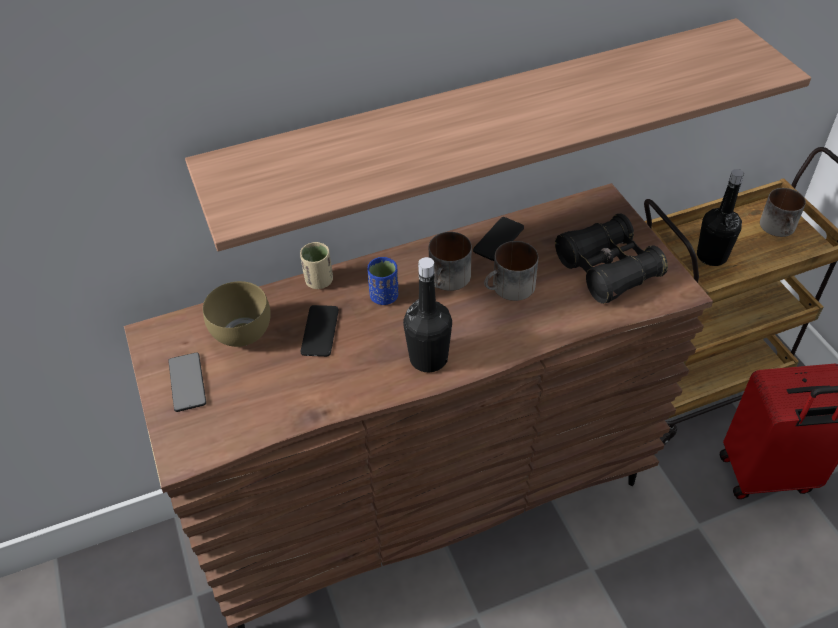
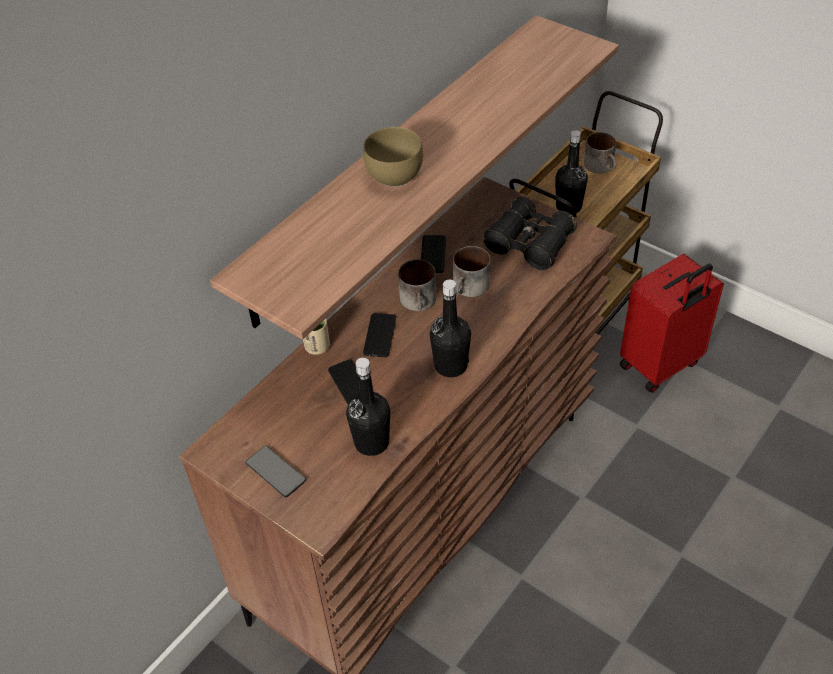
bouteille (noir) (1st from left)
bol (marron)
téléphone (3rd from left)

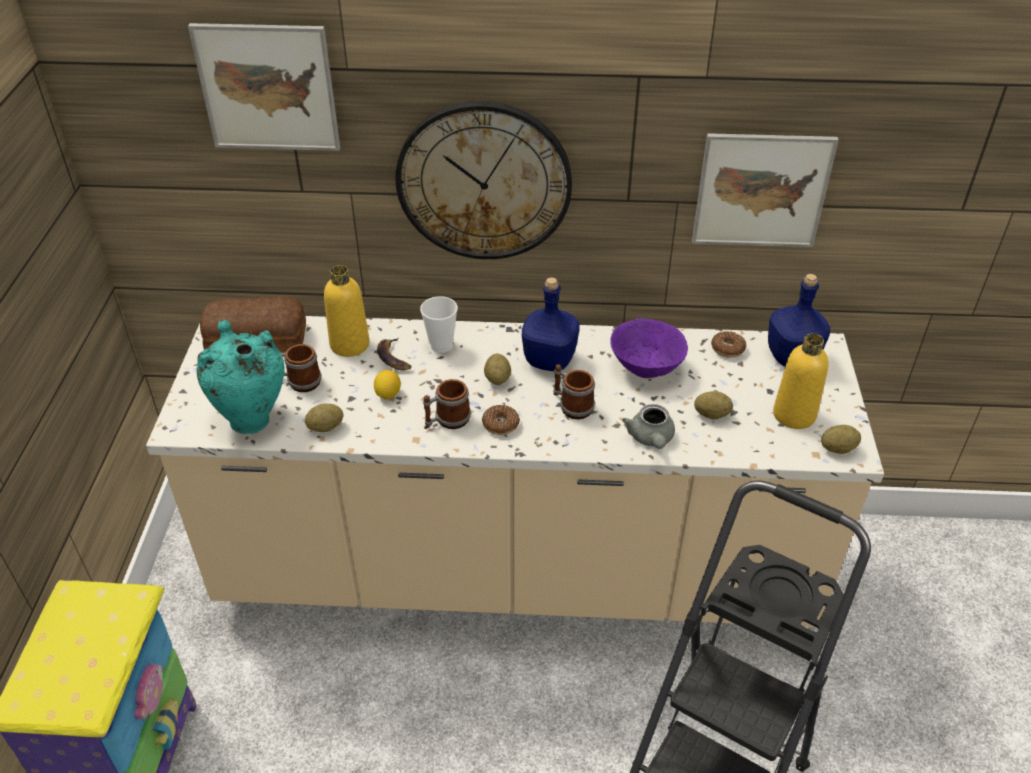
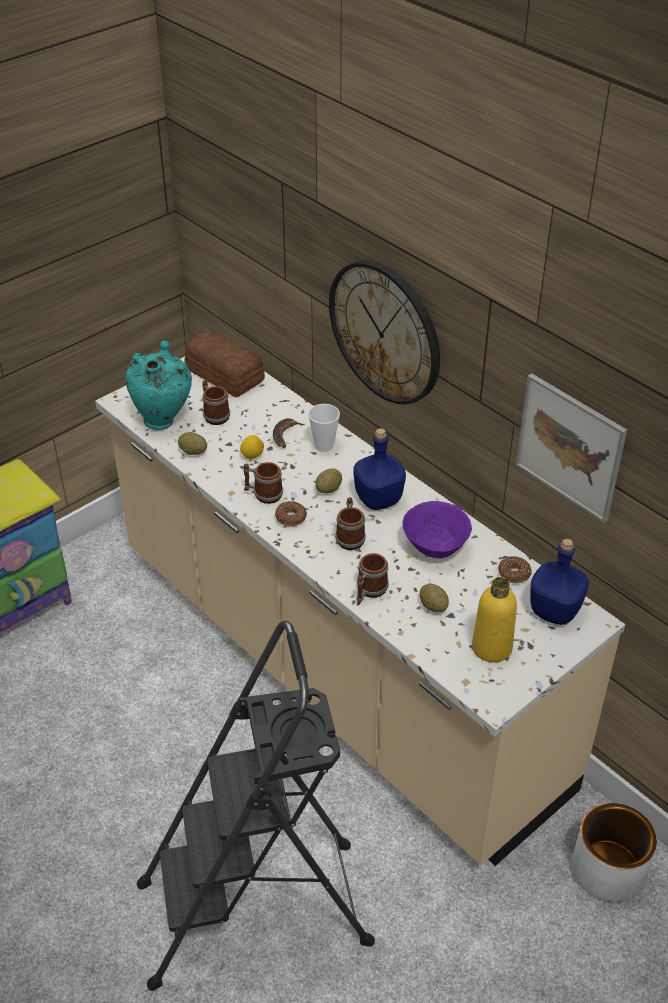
tableau (1st from left in the first image)
bouteille (jaune) (1st from left in the first image)
pomme de terre (4th from left in the first image)
cache-pot (blanc)
mug (4th from left)

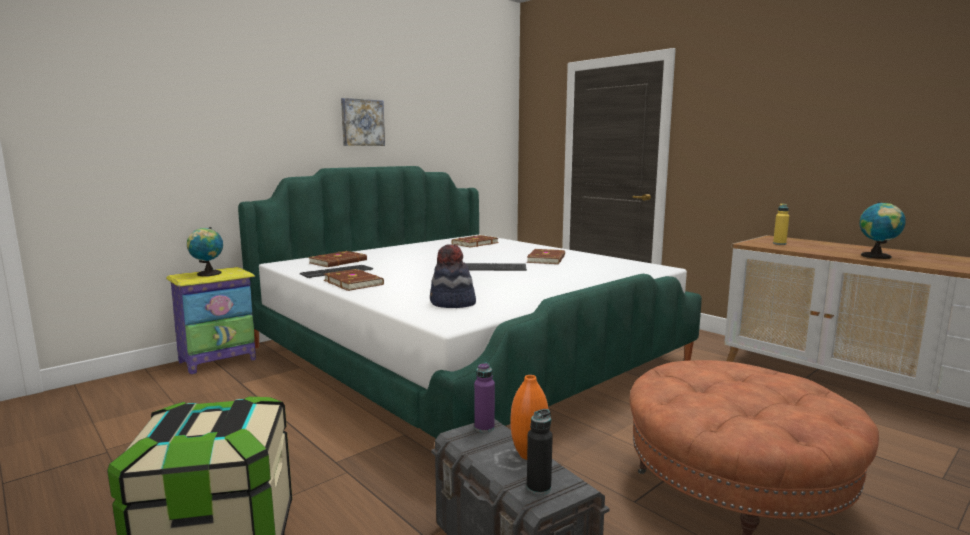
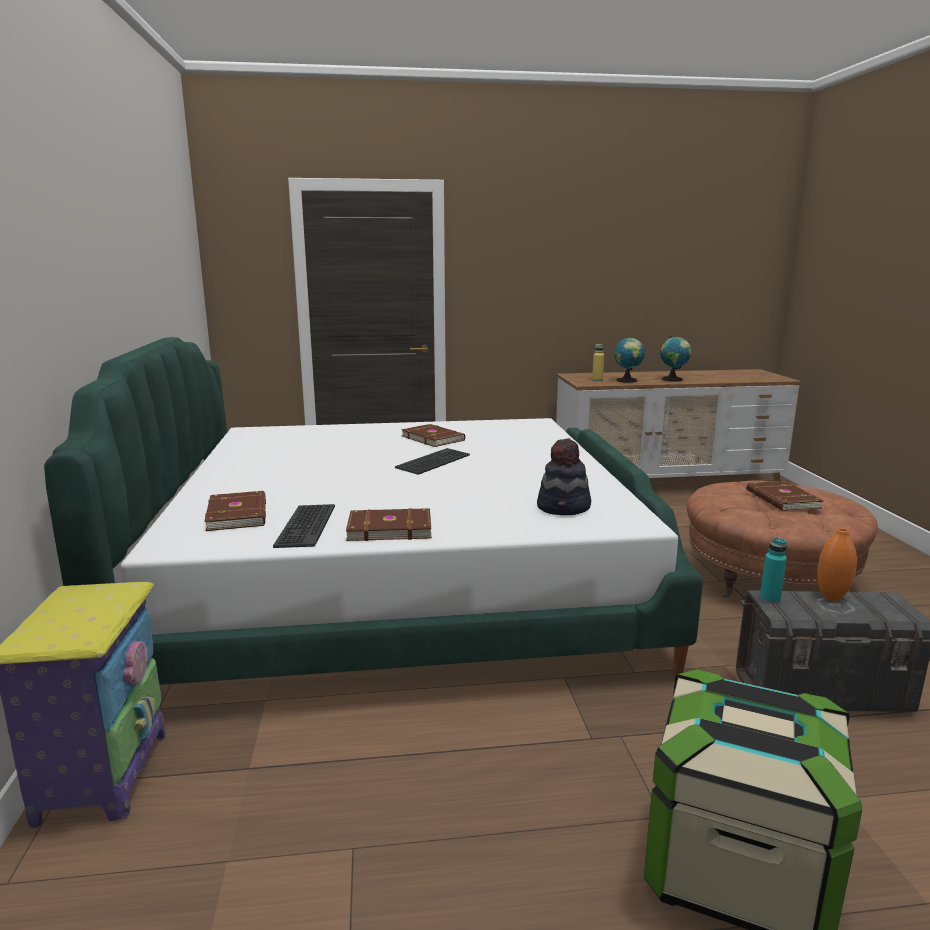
tableau
bouteille (noir)
globe (1st from left)
livre (marron) (4th from left)
bouteille (turquoise)

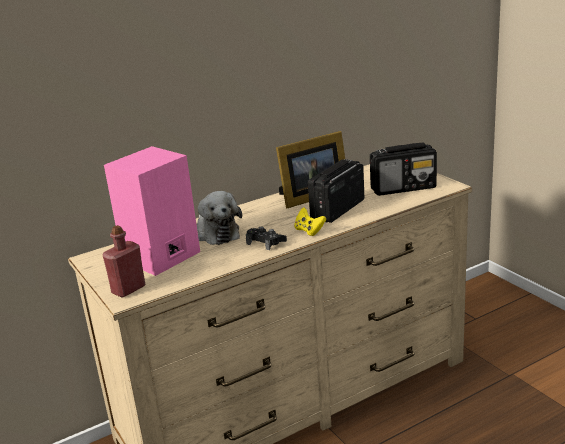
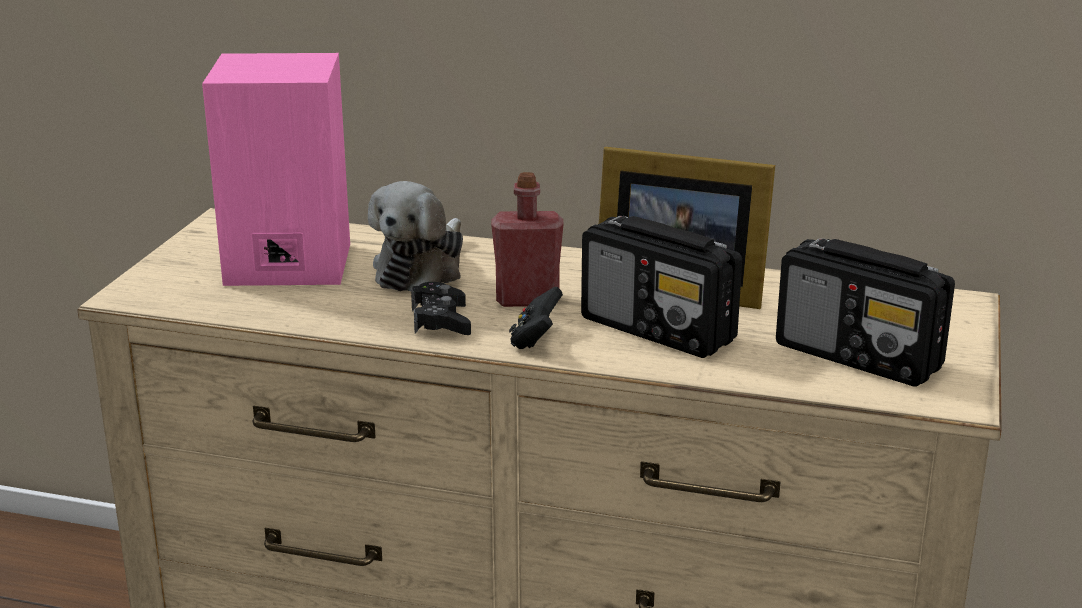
bouteille (rouge)
manette (noir) (2nd from left)
radio (1st from left)

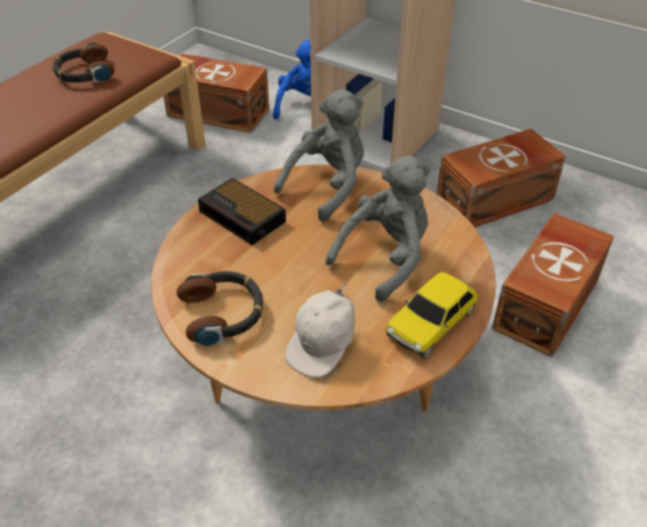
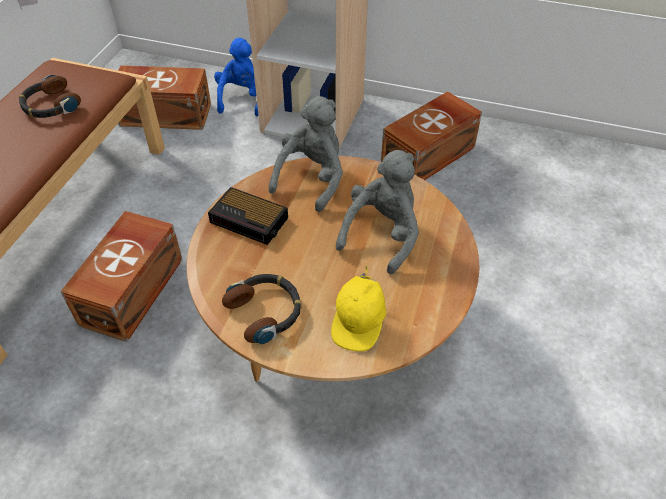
petite voiture
boîte de rangement (marron) (1st from left)
casquette (jaune)

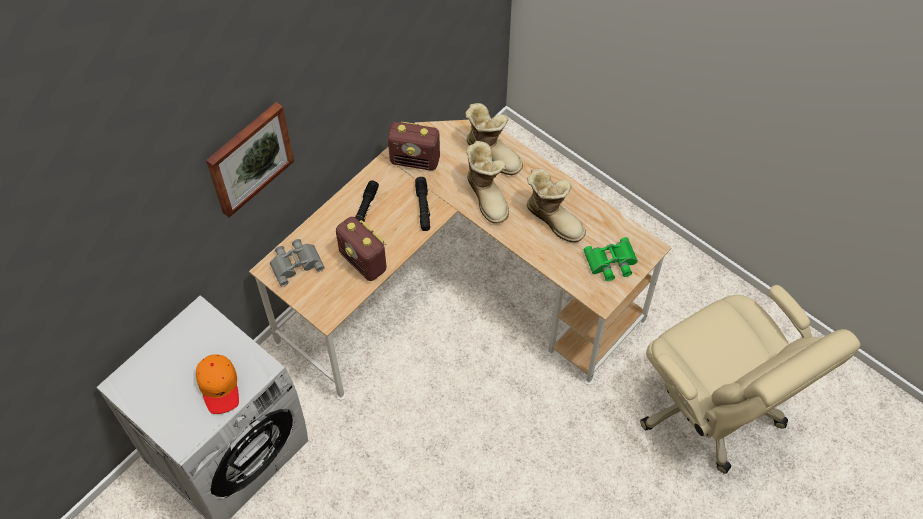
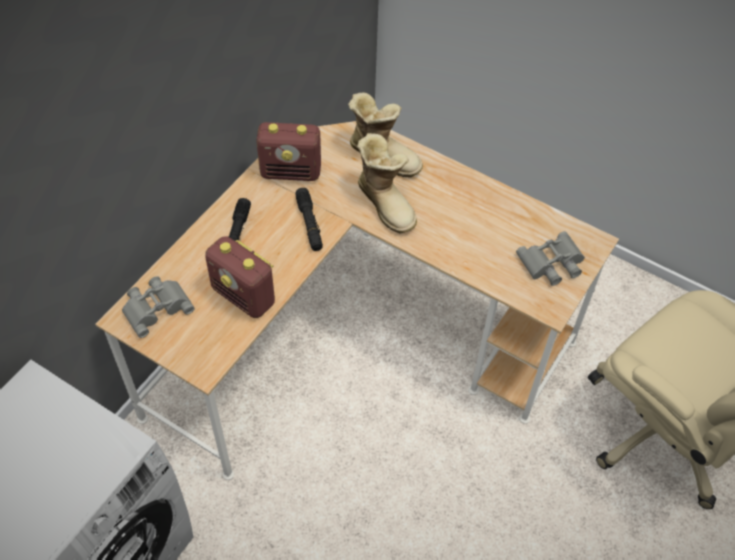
casquette (orange)
tableau
botte (3rd from left in the first image)
jumelles (gris) (2nd from left)

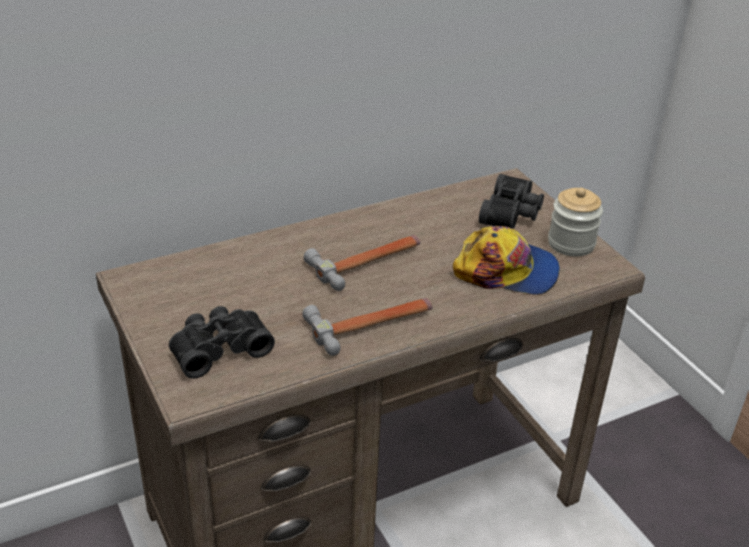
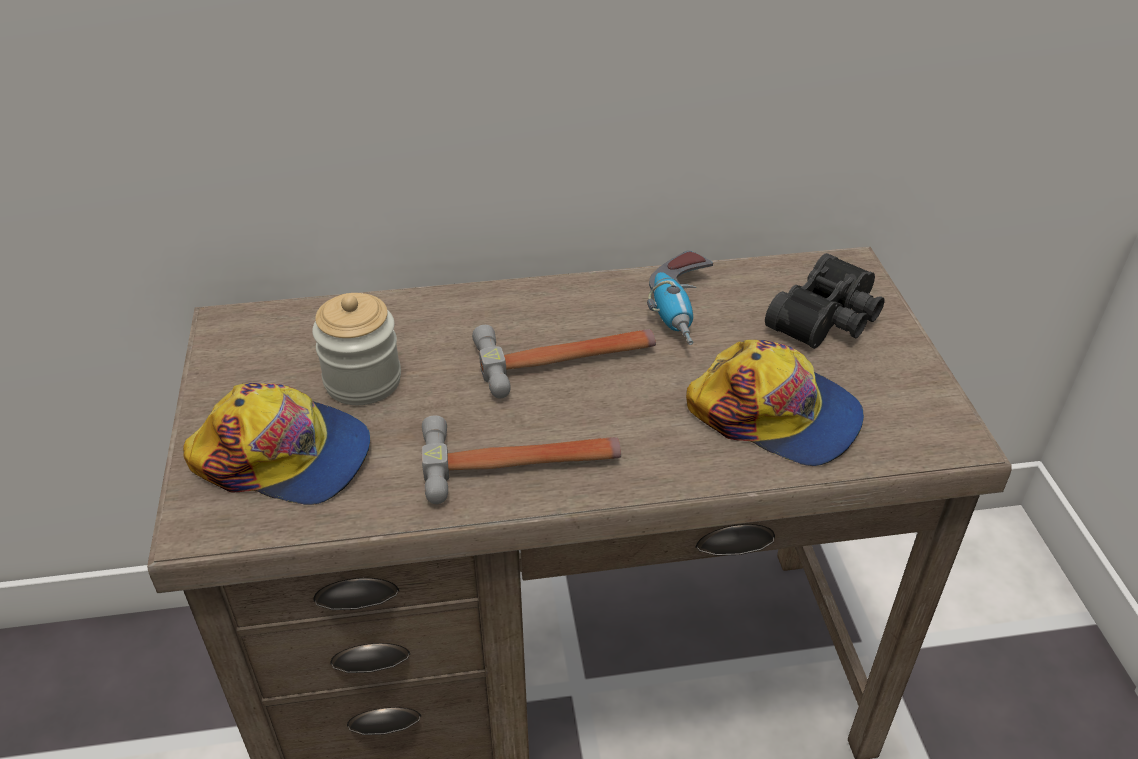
perceuse
bocal
casquette (1st from left)

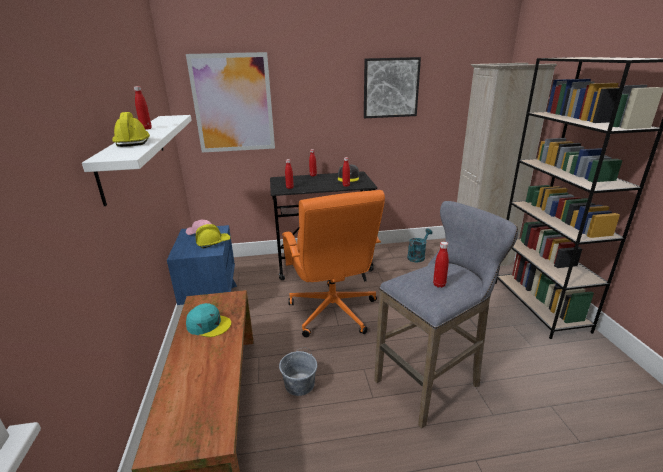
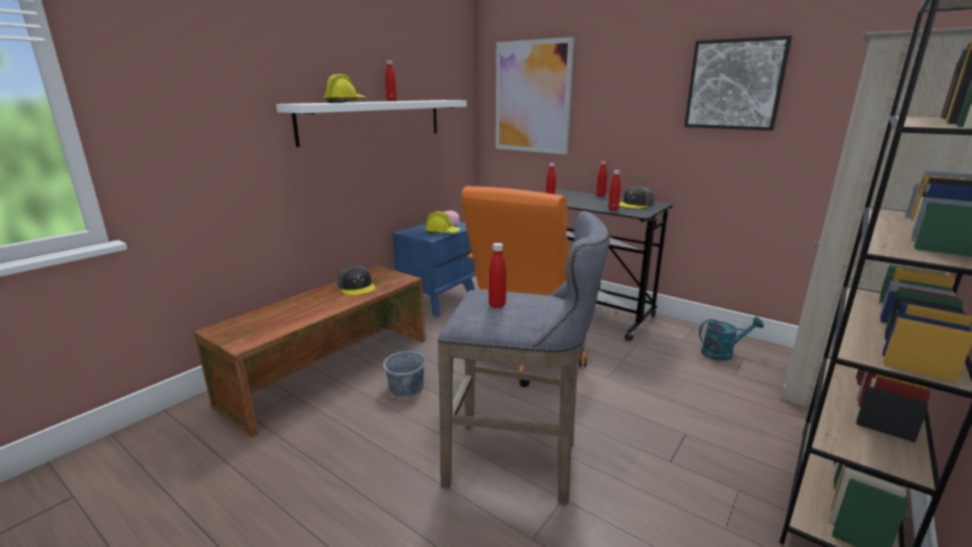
casquette (gris) (1st from left)

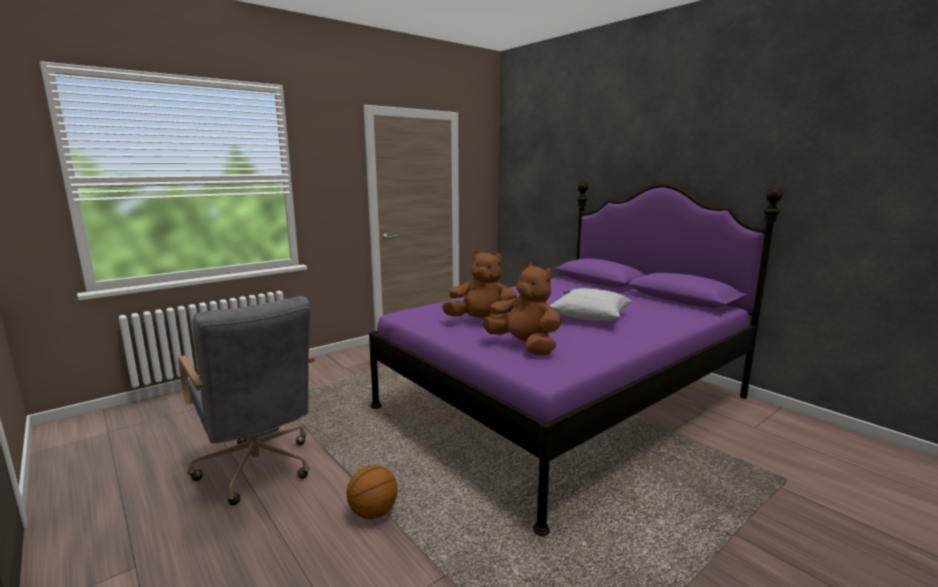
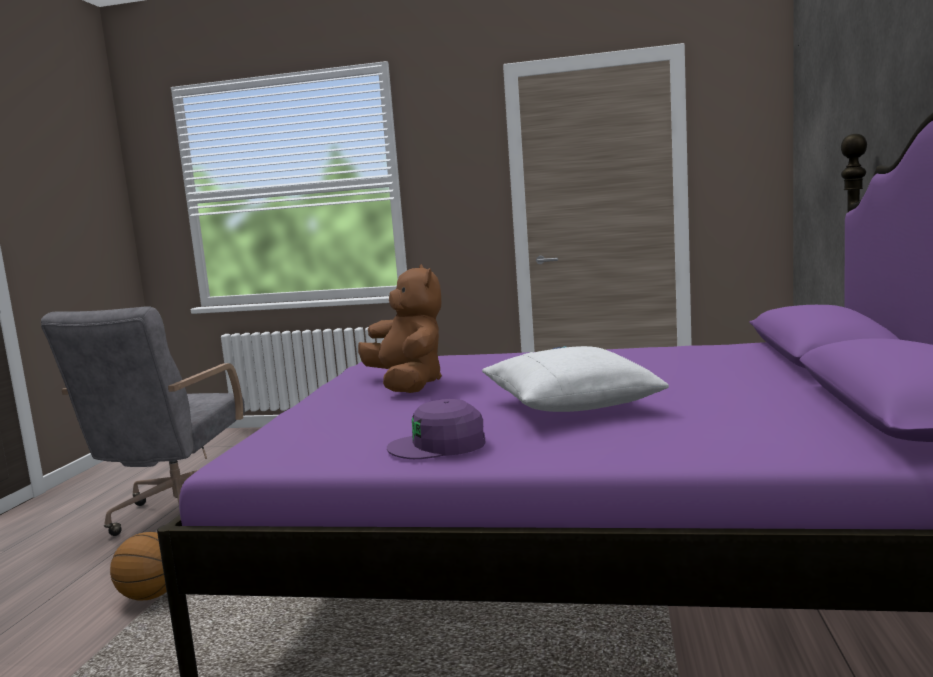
peluche (marron) (2nd from left in the first image)
casquette (violet)

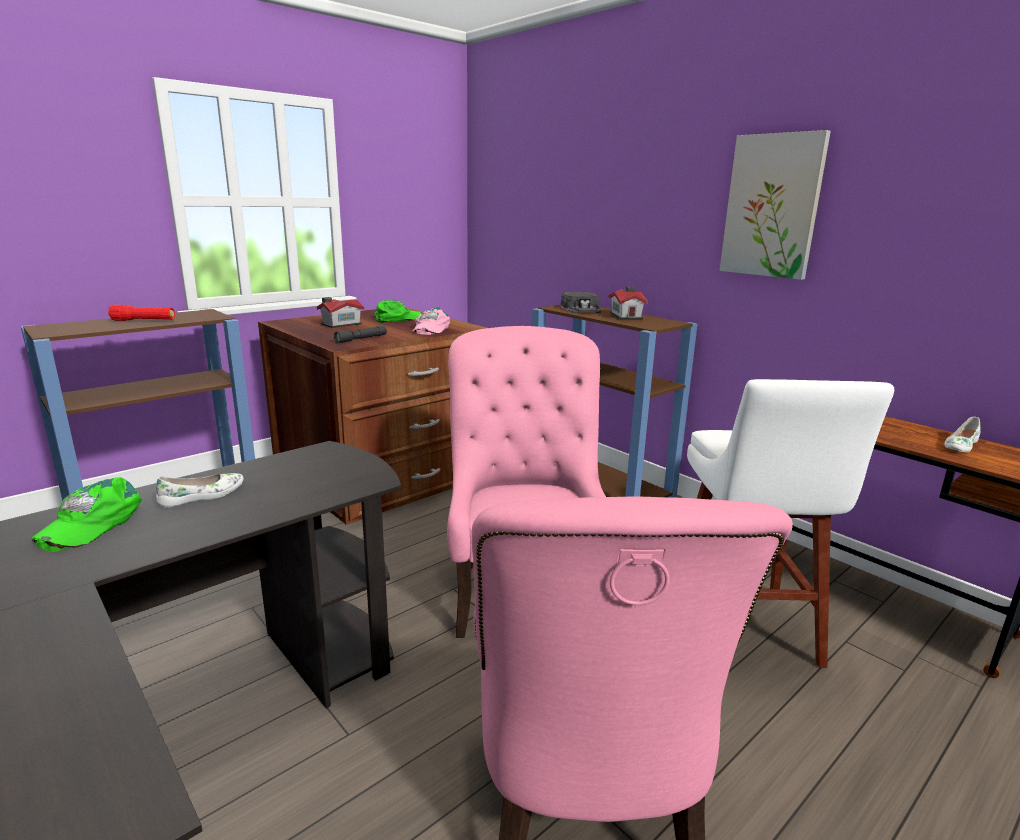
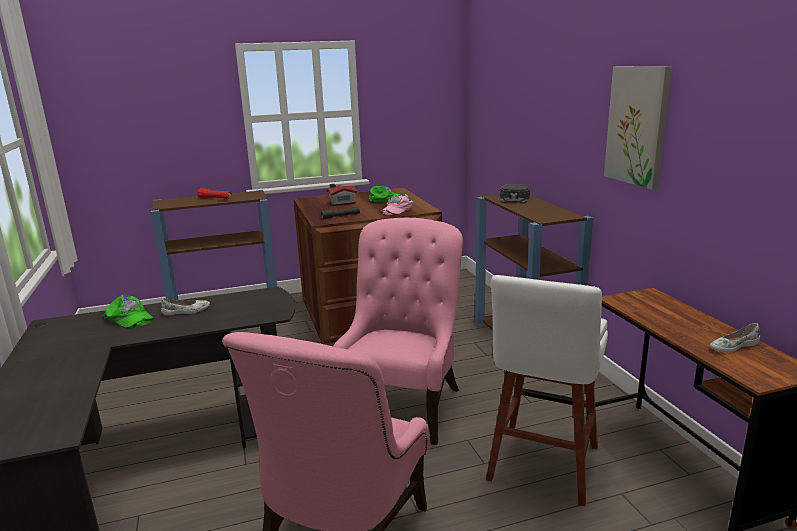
maison miniature (2nd from left in the first image)
casquette (vert) (1st from left)

